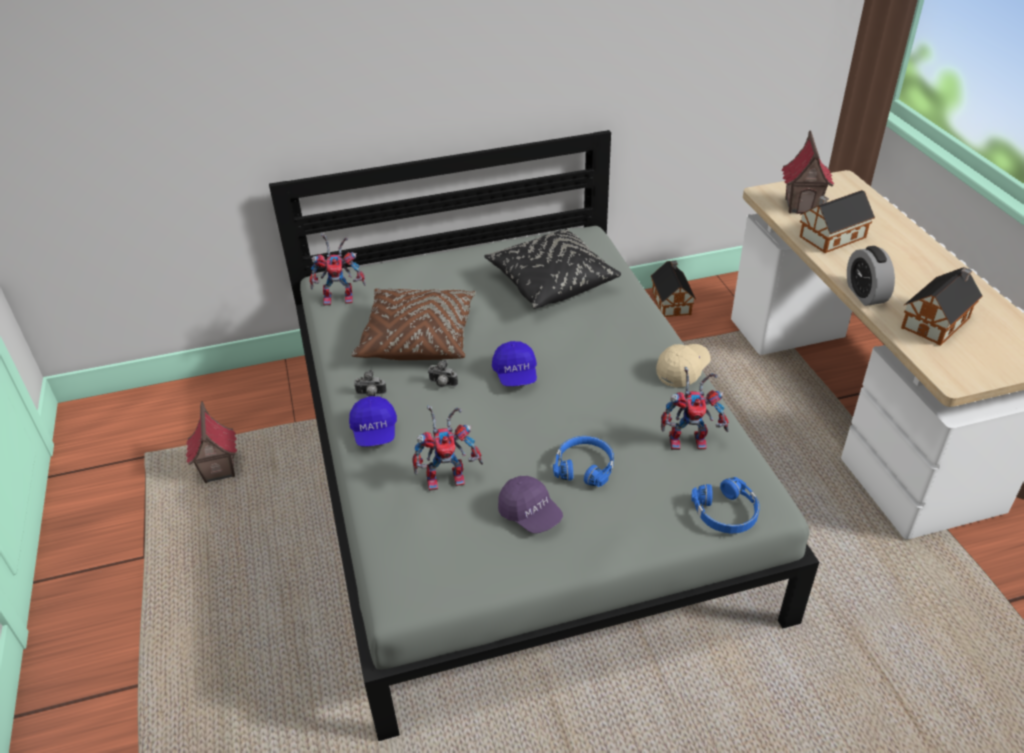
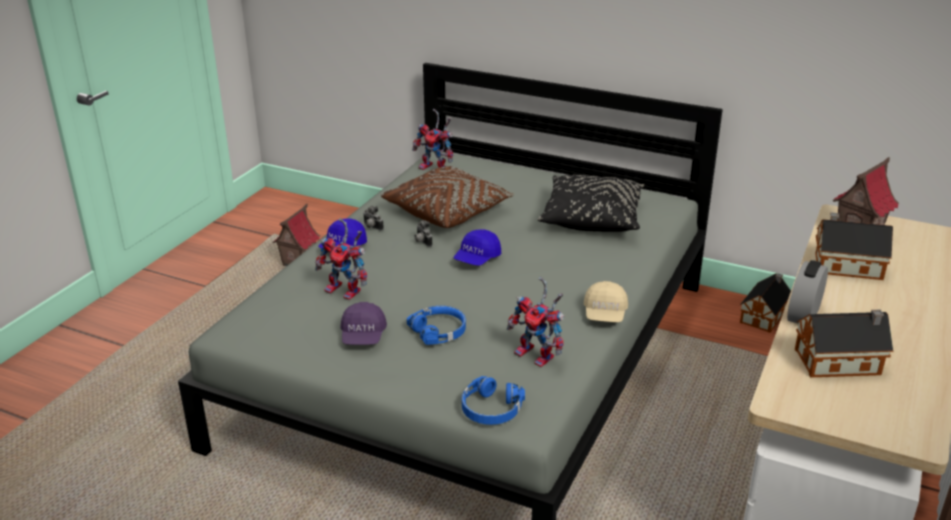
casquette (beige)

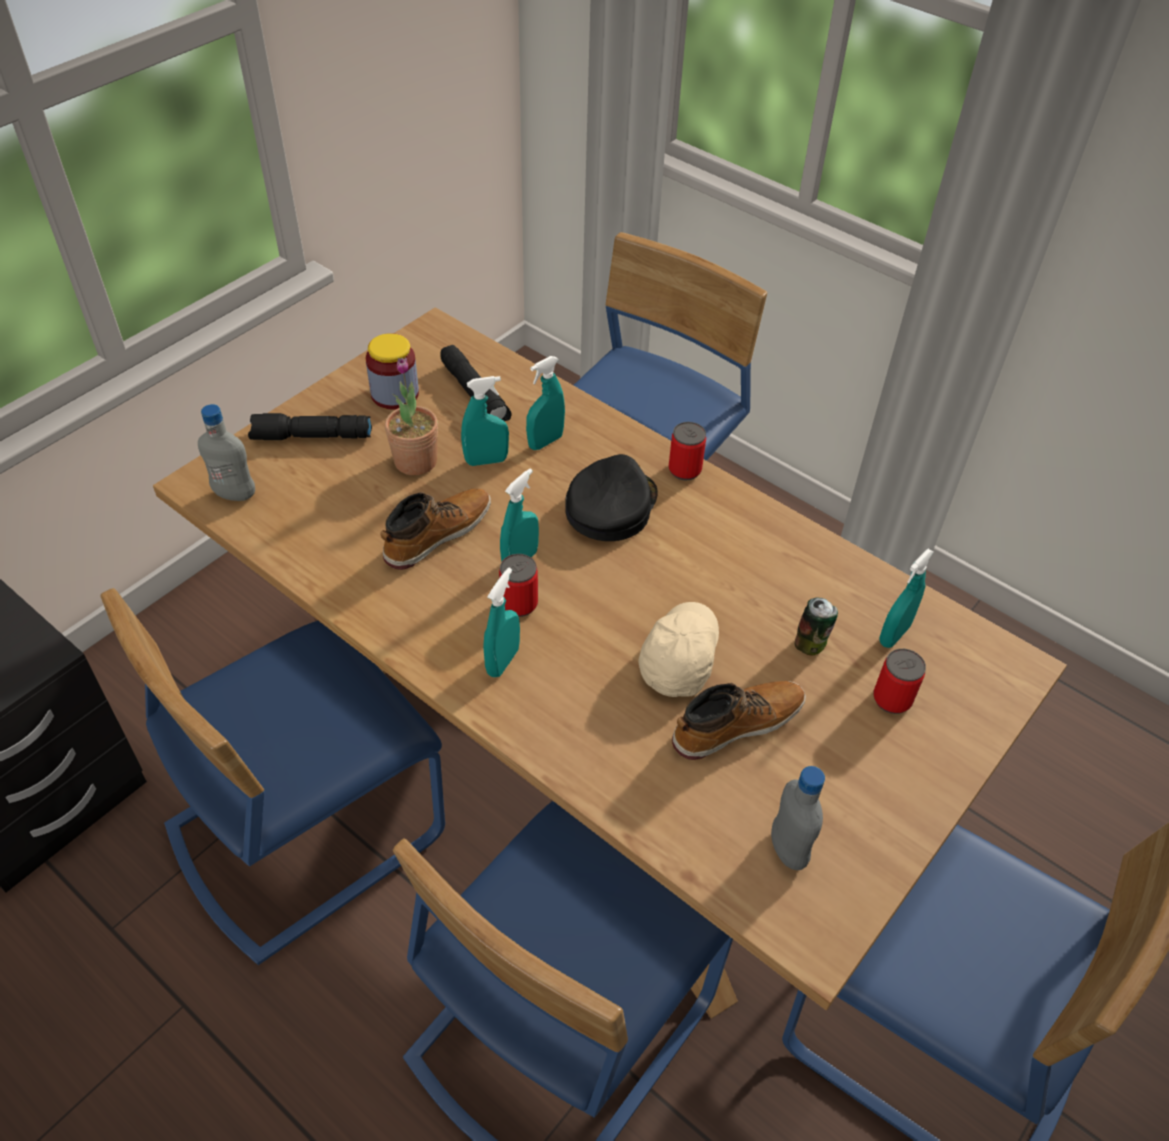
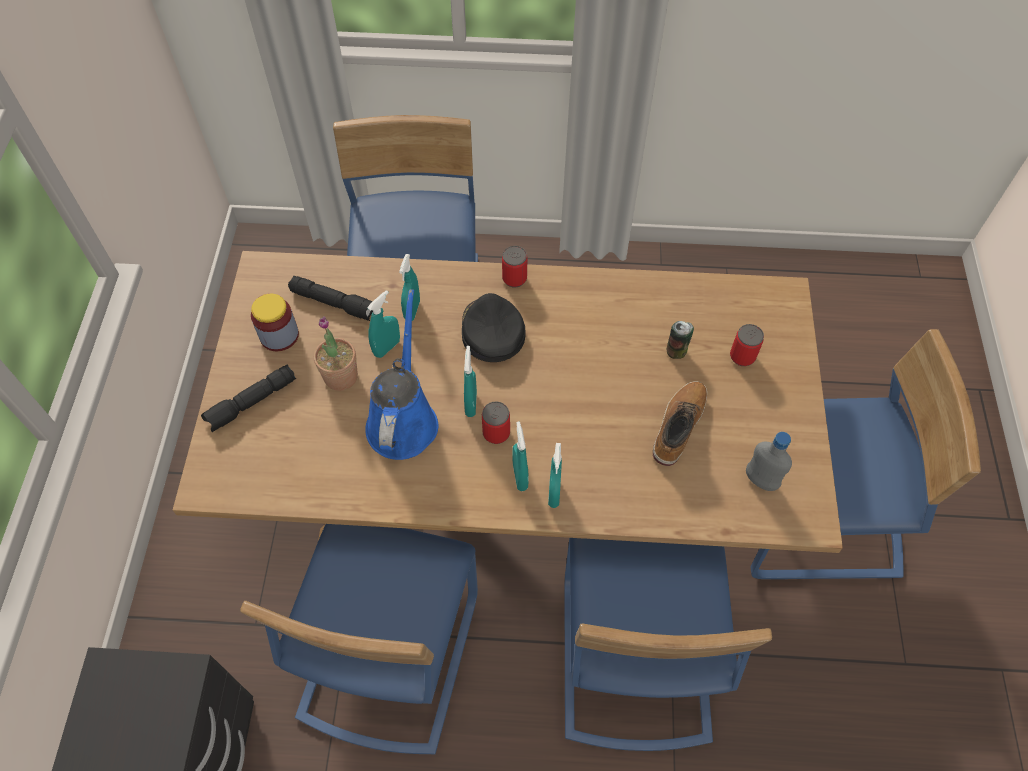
bouteille (gris) (1st from left in the first image)
casquette (beige)
vaporisateur (turquoise) (5th from left)
arrosoir (bleu)

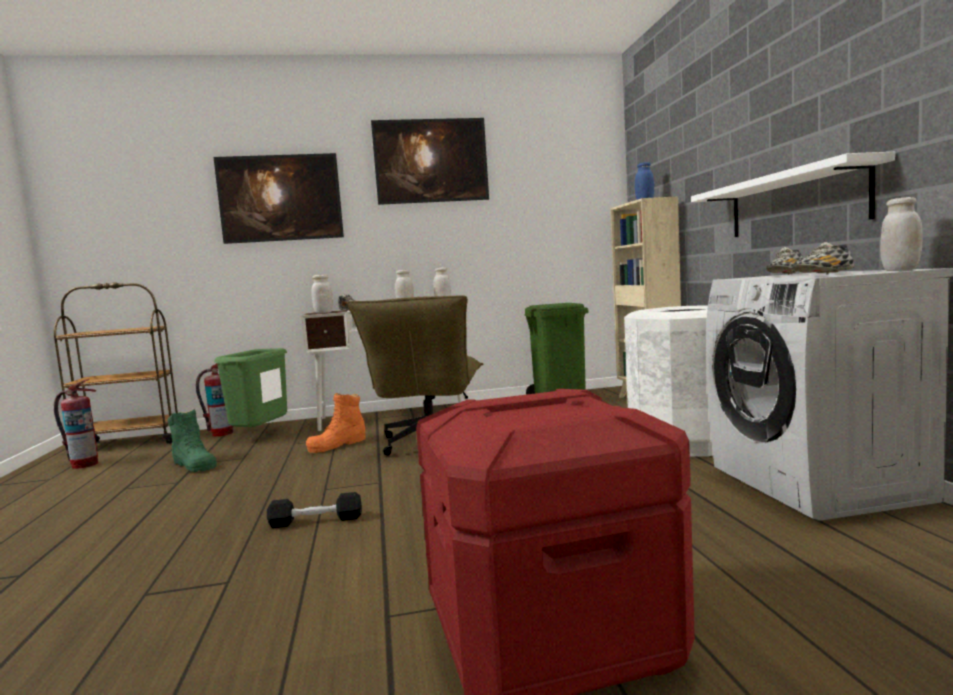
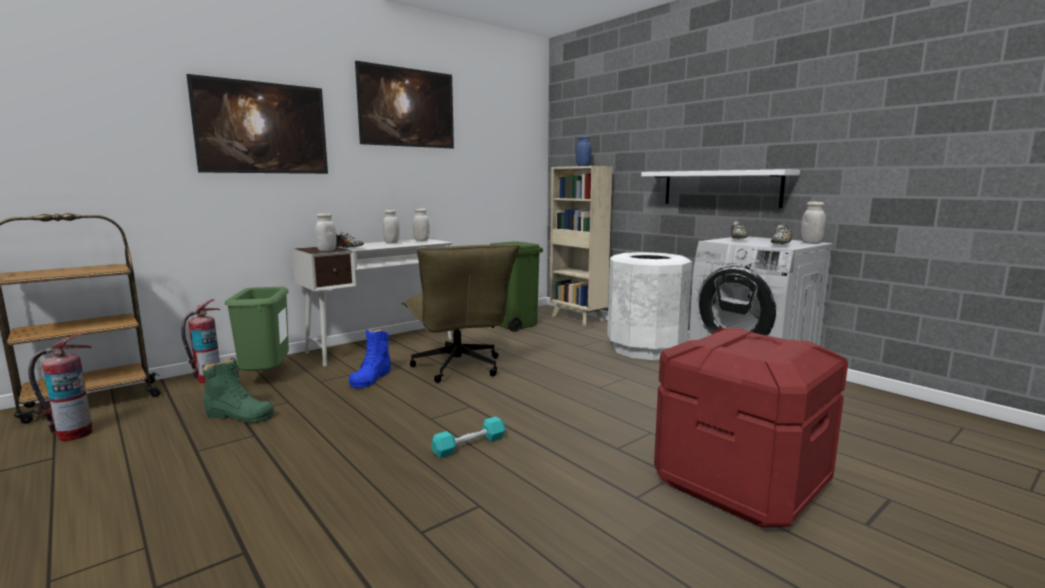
haltère (turquoise)
botte (bleu)

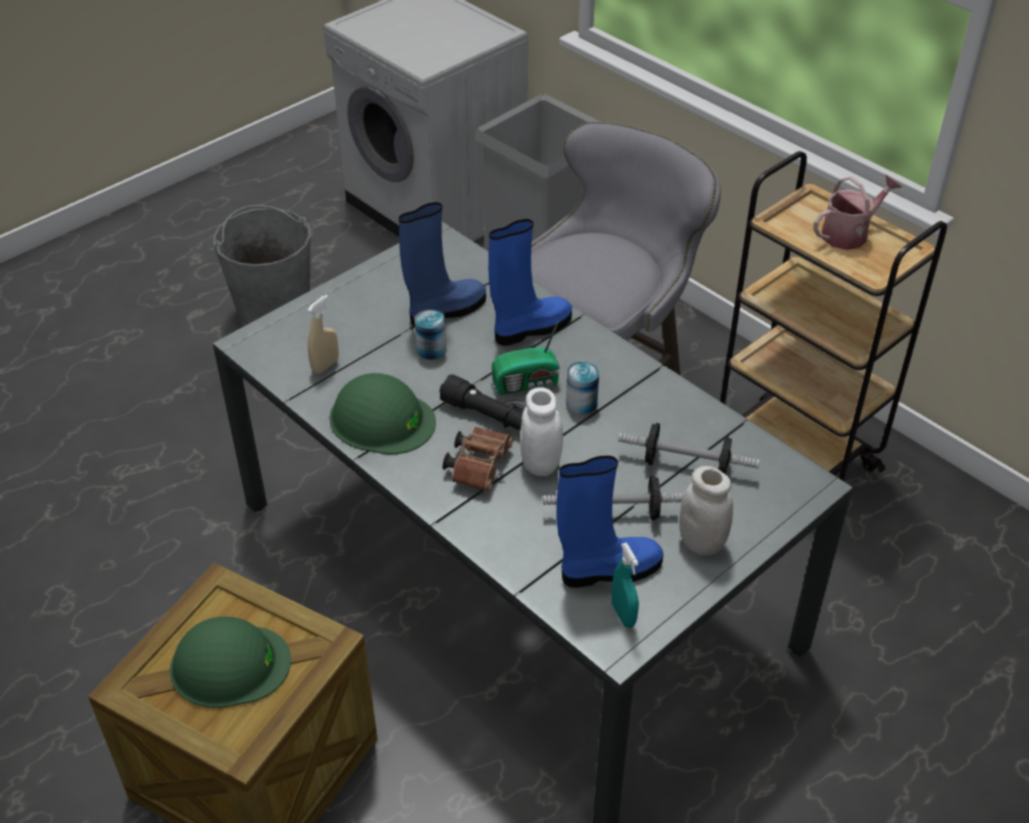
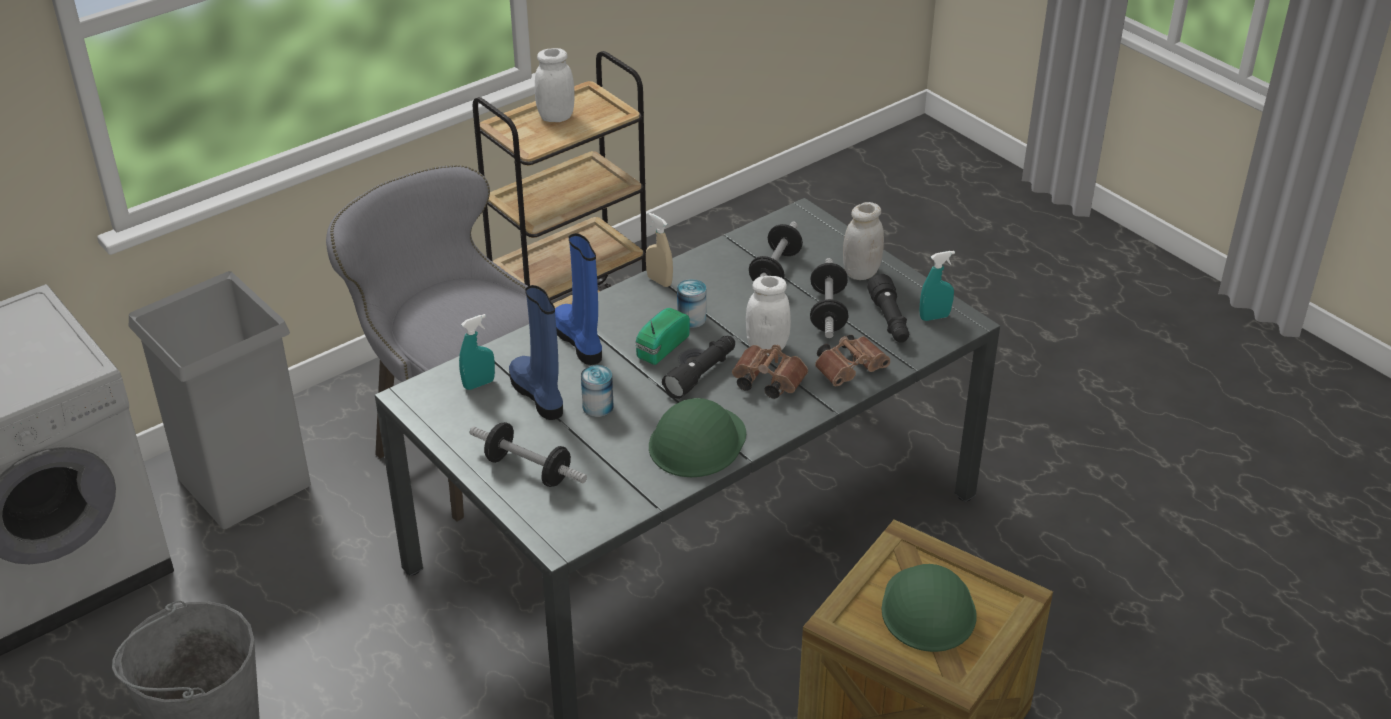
vaporisateur (turquoise) (1st from left)
haltère (1st from left)
jumelles (marron) (2nd from left)
vaporisateur (beige)
lampe de poche (noir) (2nd from left)
bocal (blanc) (1st from left)
radio

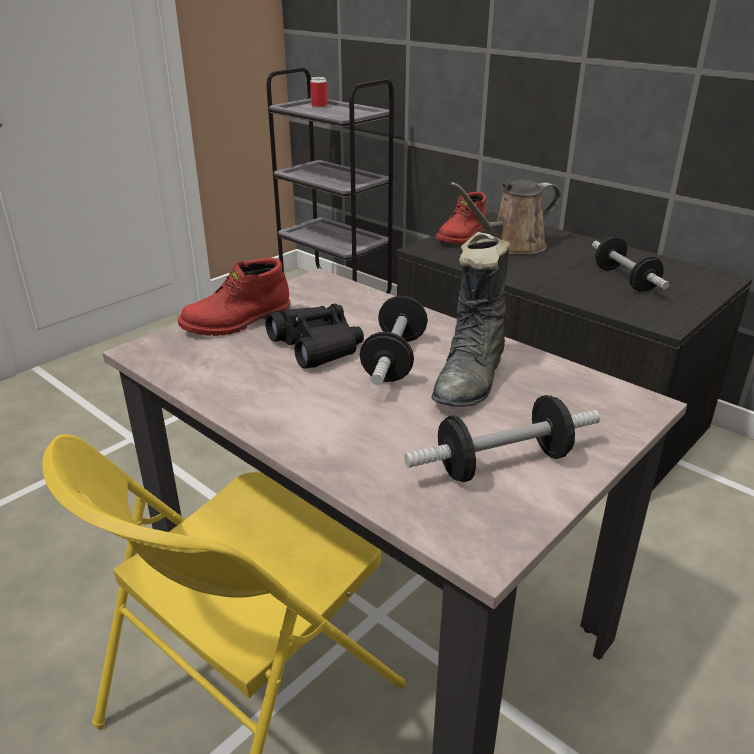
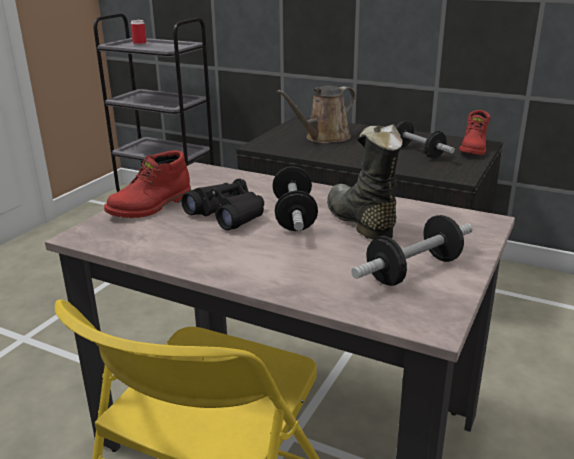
botte (rouge) (2nd from left)
botte (noir)

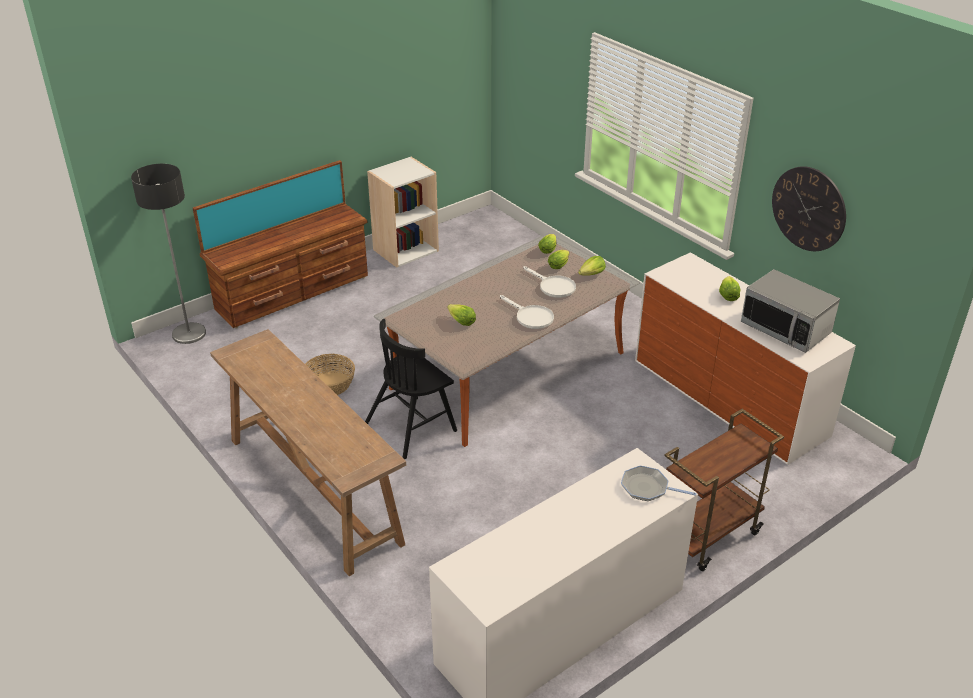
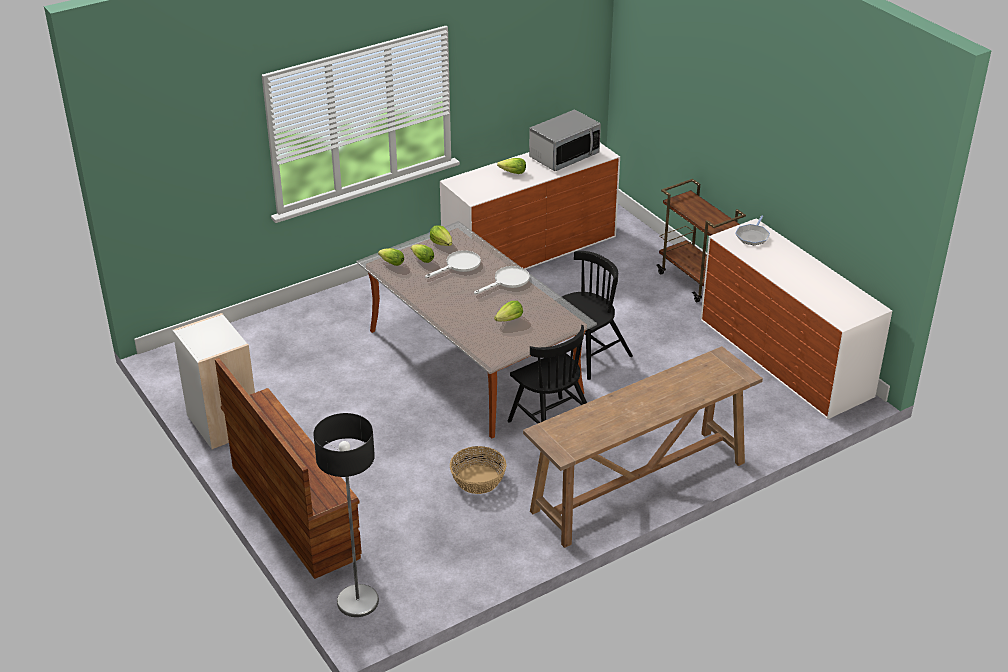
horloge murale
chaise (noir) (2nd from left)

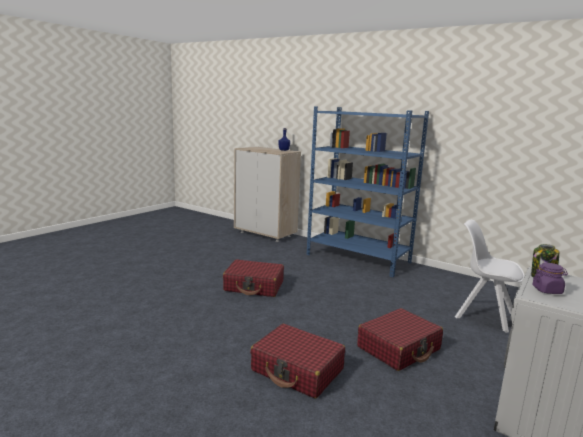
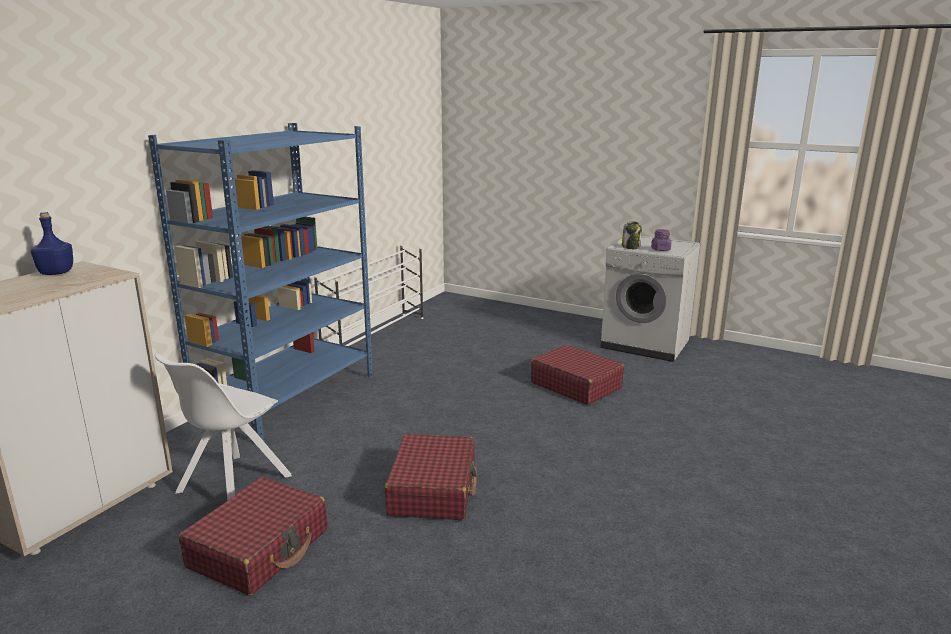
étagère à chaussures (blanc)
valise (rouge) (1st from left)
chaise (blanc)

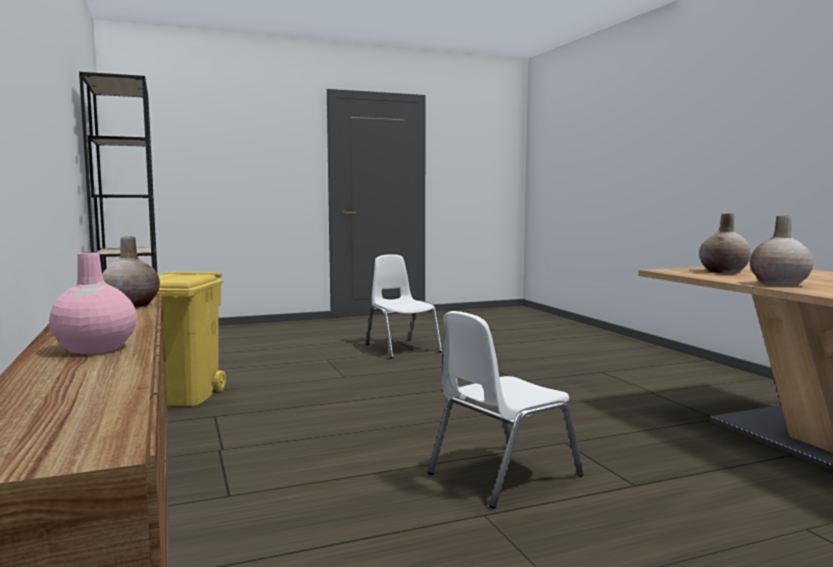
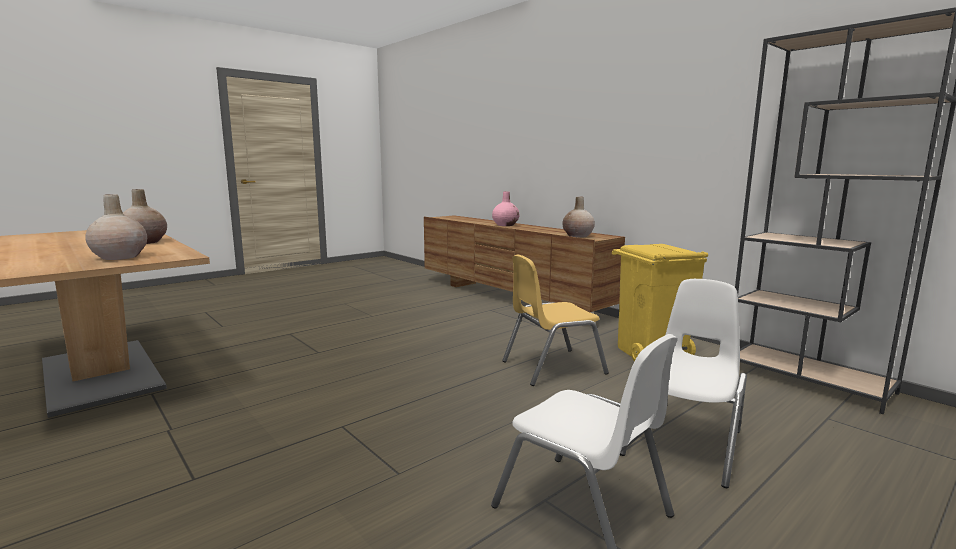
chaise (jaune)
chaise (blanc) (2nd from left)

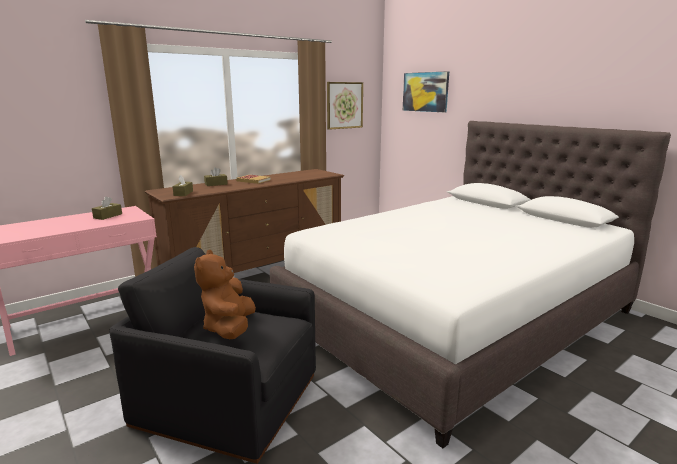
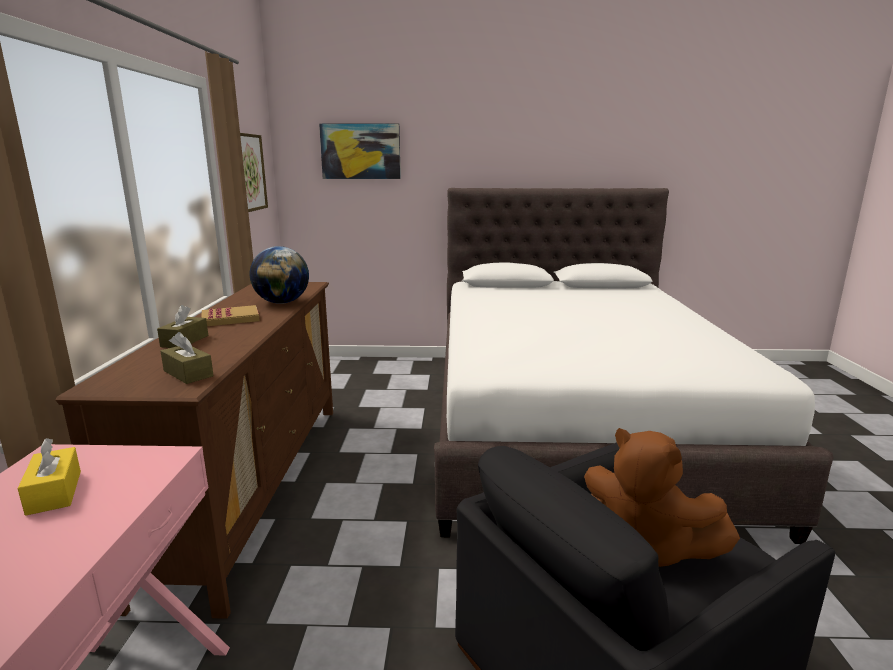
globe
boîte à mouchoirs (jaune)

